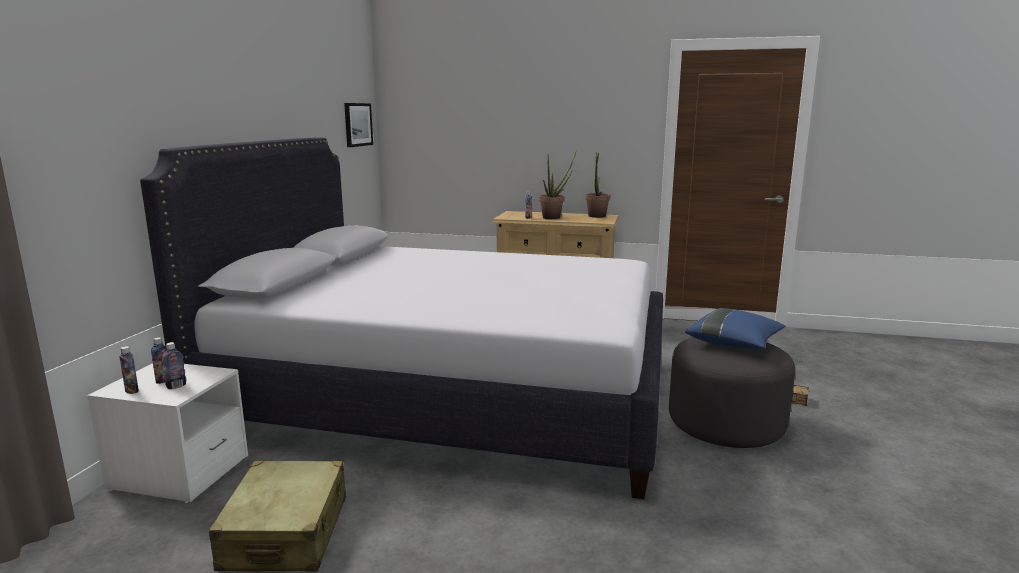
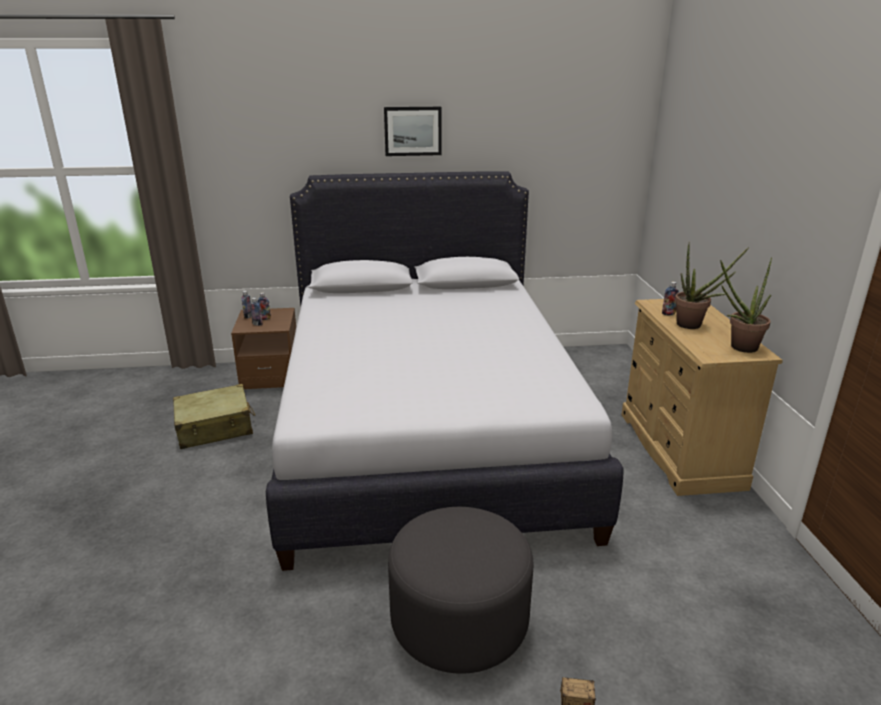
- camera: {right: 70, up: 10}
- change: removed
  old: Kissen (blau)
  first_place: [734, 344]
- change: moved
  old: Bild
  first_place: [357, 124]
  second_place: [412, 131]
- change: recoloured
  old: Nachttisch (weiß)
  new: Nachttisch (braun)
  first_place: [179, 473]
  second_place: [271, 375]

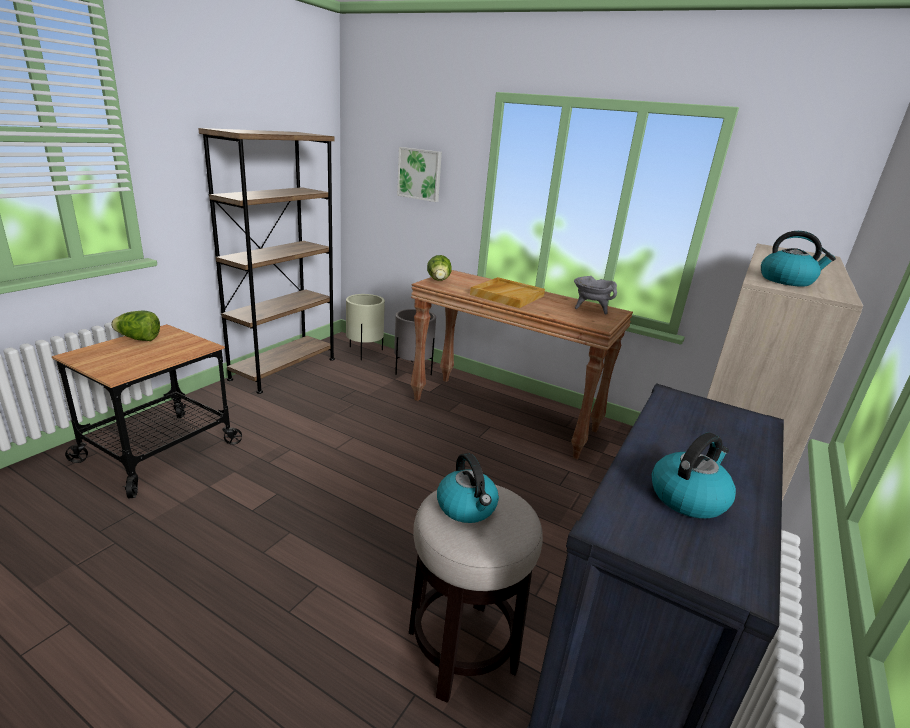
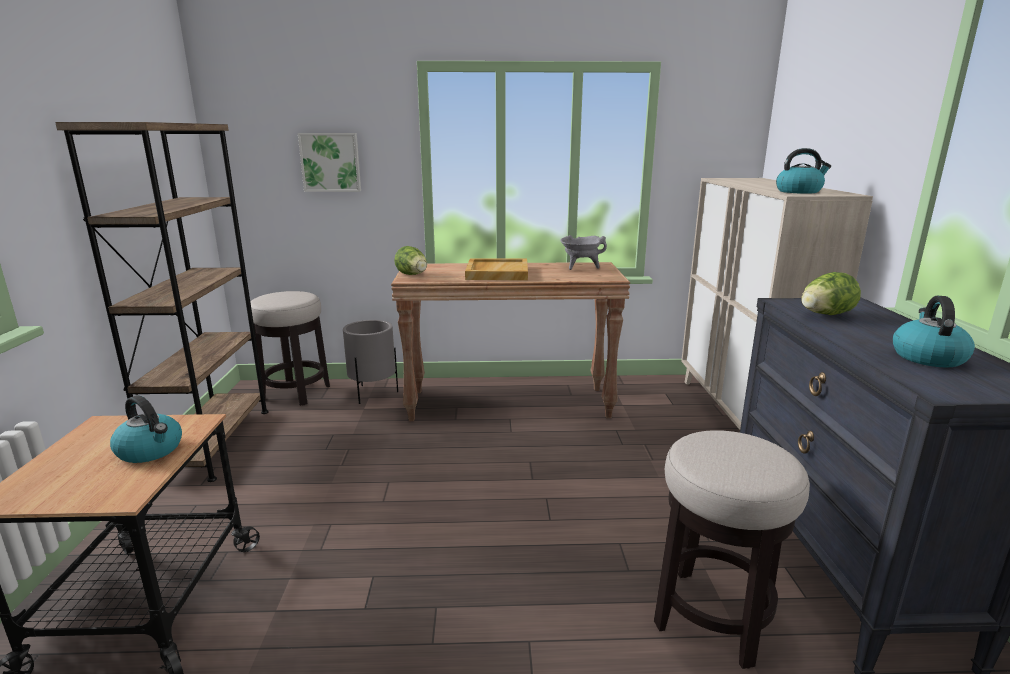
- camera: {right: -30, up: -5}
- change: moved
  old: Salatkopf
  first_place: [139, 339]
  second_place: [824, 315]
- change: moved
  old: Wasserkessel
  first_place: [467, 507]
  second_place: [151, 450]
- change: replaced
  old: Pflanzkübel (beige)
  new: Hocker
  first_place: [364, 352]
  second_place: [296, 392]

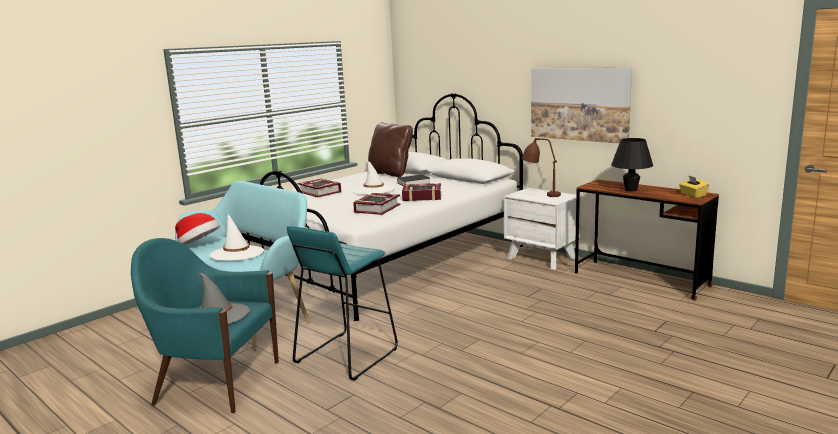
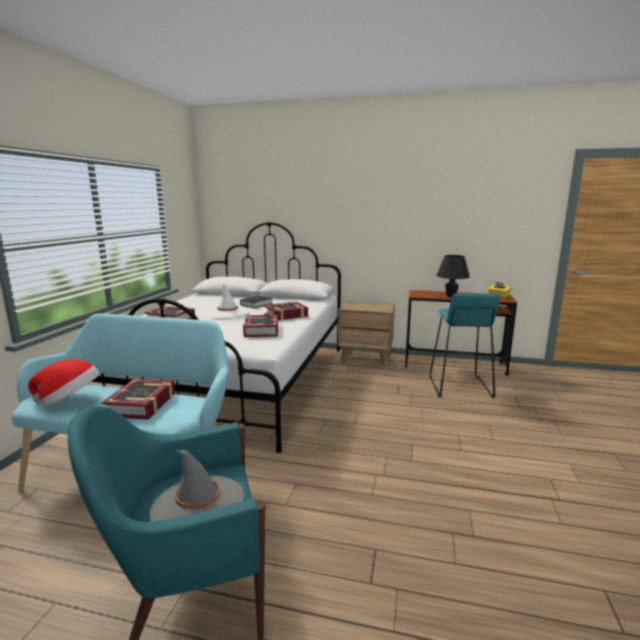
- camera: {right: -30, up: 0}
- change: removed
  old: Kissen (braun)
  first_place: [391, 173]
- change: removed
  old: Tischlampe (braun)
  first_place: [539, 193]
- change: removed
  old: Bild
  first_place: [579, 104]
- change: moved
  old: Hocker (türkis)
  first_place: [346, 356]
  second_place: [459, 386]
- change: replaced
  old: Hut (weiß)
  new: Buch
  first_place: [237, 254]
  second_place: [142, 405]
- change: recoloured
  old: Nachttisch (weiß)
  new: Nachttisch (braun)
  first_place: [542, 258]
  second_place: [366, 358]

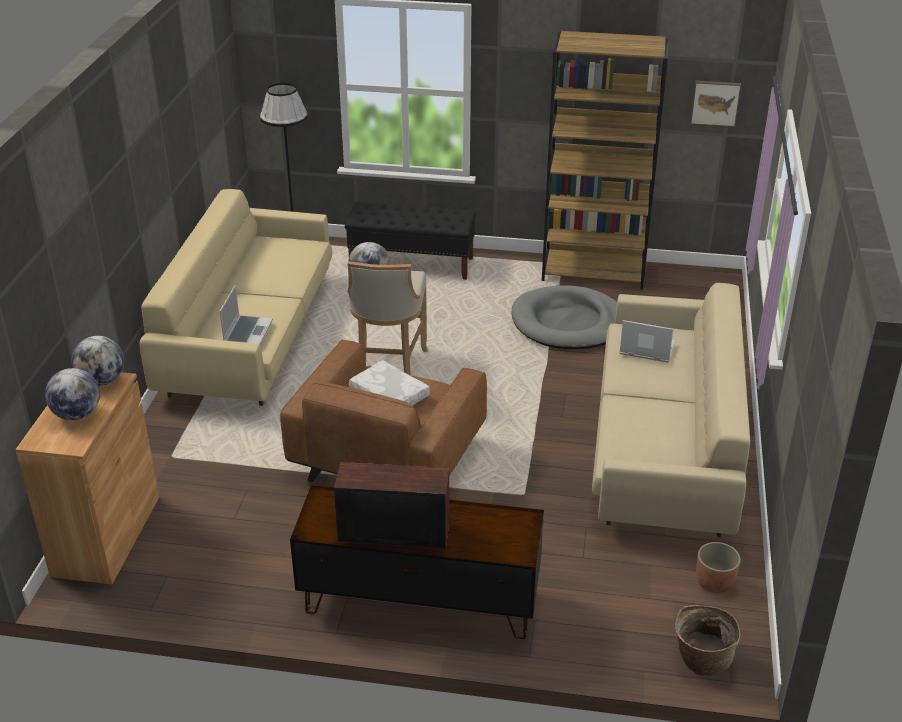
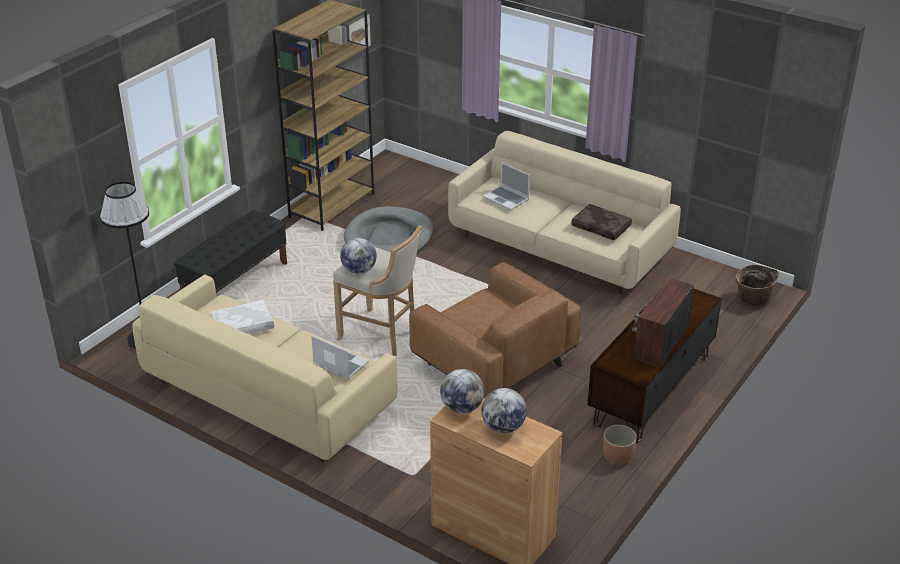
- camera: {right: -65, up: 0}
- change: added
  new: Kissen (braun)
  second_place: [602, 227]
- change: moved
  old: Kissen (weiß)
  first_place: [388, 395]
  second_place: [242, 327]
- change: moved
  old: Pflanzkübel
  first_place: [714, 583]
  second_place: [618, 456]
- change: turned
  old: Laptop
  first_place: [646, 349]
  second_place: [507, 199]
  degrees: -90

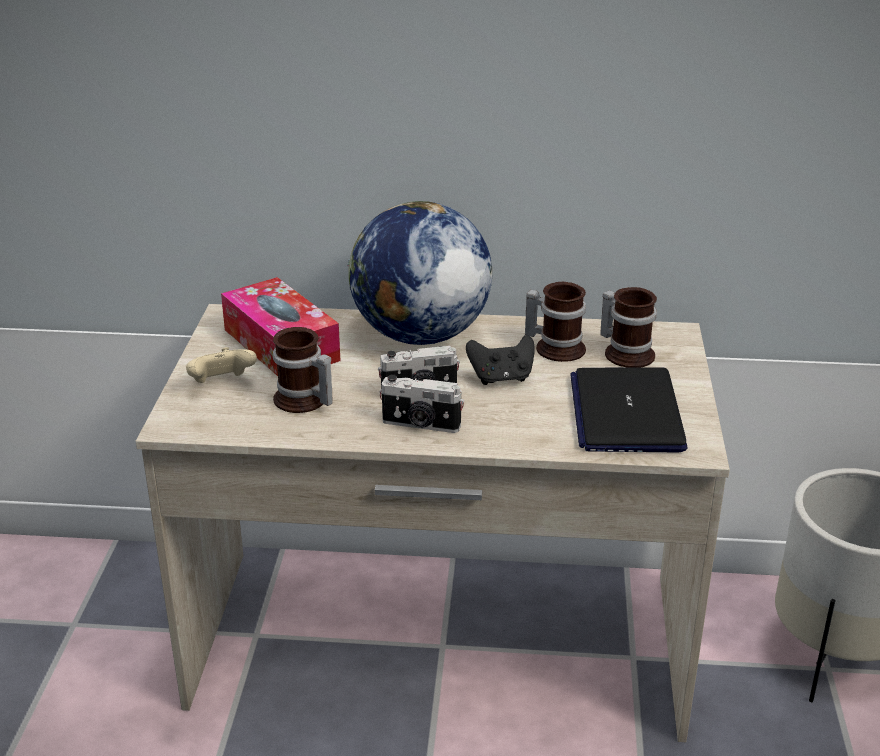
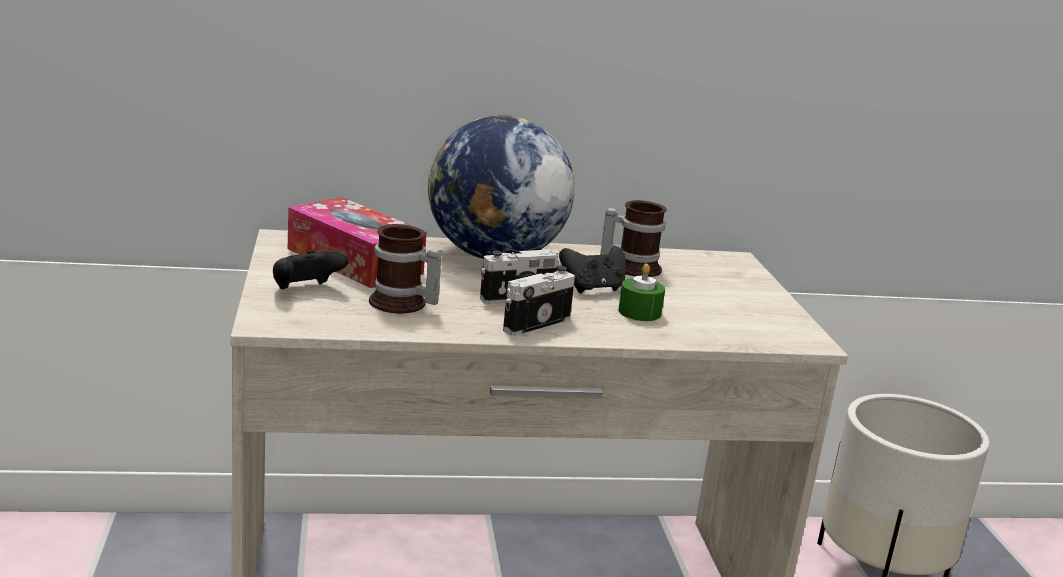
- camera: {right: -15, up: -10}
- change: removed
  old: Laptop
  first_place: [626, 412]
- change: removed
  old: Henkelbecher
  first_place: [627, 352]
- change: added
  new: Kerze (grün)
  second_place: [639, 312]
- change: recoloured
  old: Gamepad (beige)
  new: Gamepad (schwarz)
  first_place: [222, 384]
  second_place: [306, 290]
- change: turned
  old: Kamera
  first_place: [421, 425]
  second_place: [534, 323]
  degrees: 135

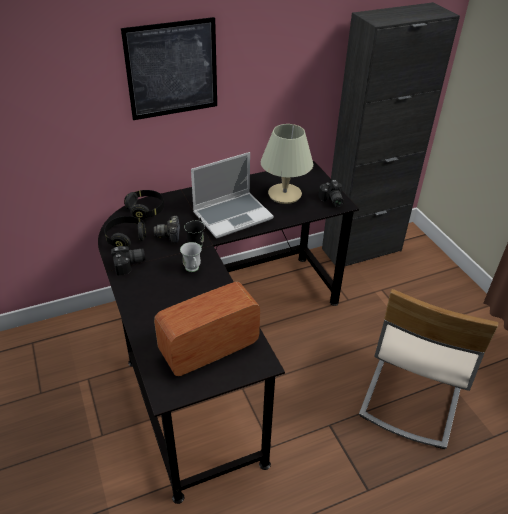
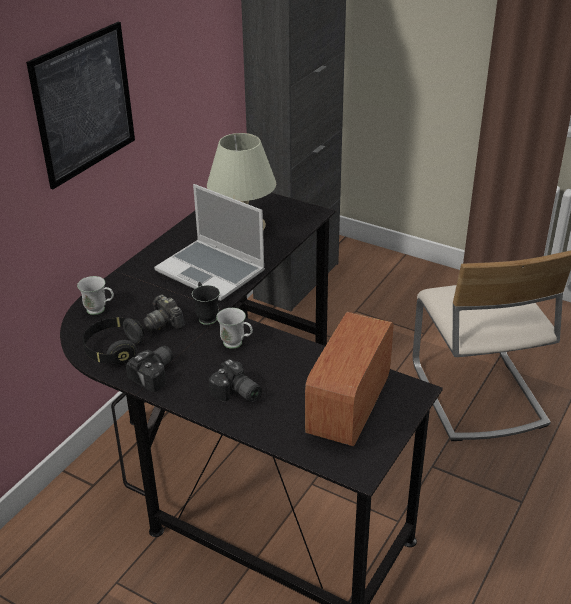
- camera: {right: -35, up: -5}
- change: moved
  old: Kamera
  first_place: [331, 200]
  second_place: [236, 394]
- change: replaced
  old: Kopfhörer (schwarz)
  new: Henkelbecher (weiß)
  first_place: [146, 210]
  second_place: [100, 310]
- change: turned
  old: Laptop
  first_place: [233, 215]
  second_place: [212, 271]
  degrees: 105

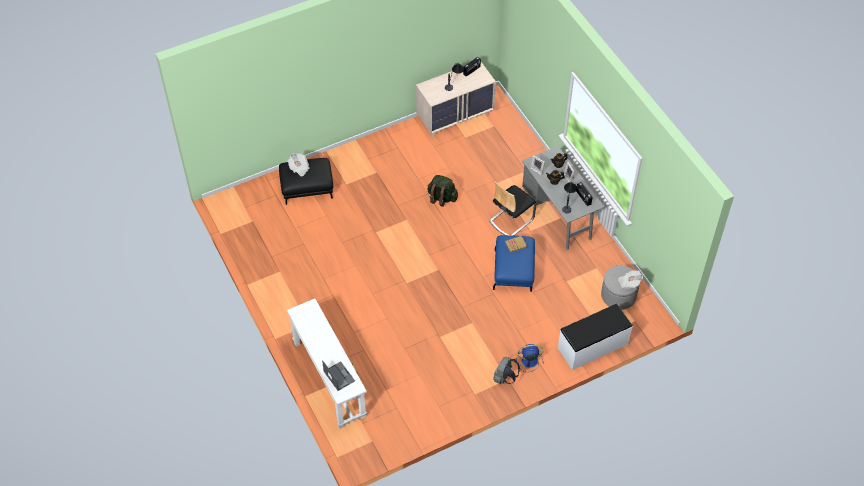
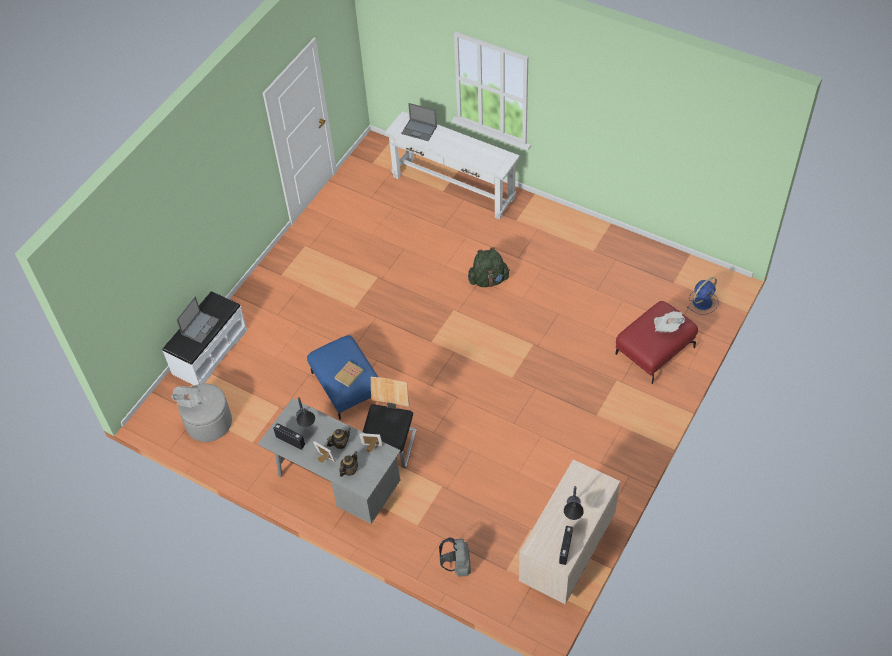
- camera: {right: 150, up: 0}
- change: added
  new: Laptop
  second_place: [200, 326]
- change: moved
  old: Rucksack (grün)
  first_place: [442, 198]
  second_place: [488, 280]
- change: moved
  old: Rucksack (grau)
  first_place: [505, 378]
  second_place: [457, 565]
- change: moved
  old: Ventilator (blau)
  first_place: [528, 360]
  second_place: [703, 301]
- change: recoloured
  old: Polsterhocker (schwarz)
  new: Polsterhocker (rot)
  first_place: [307, 188]
  second_place: [654, 350]

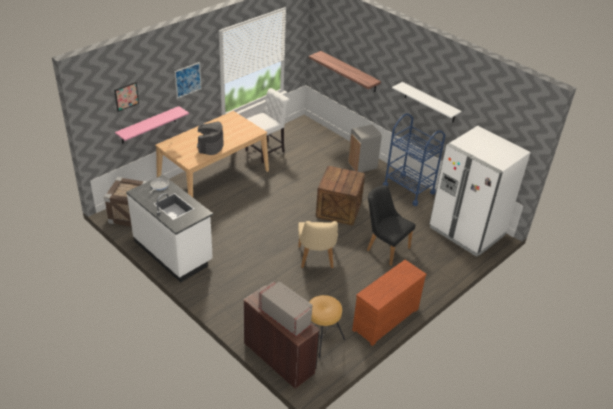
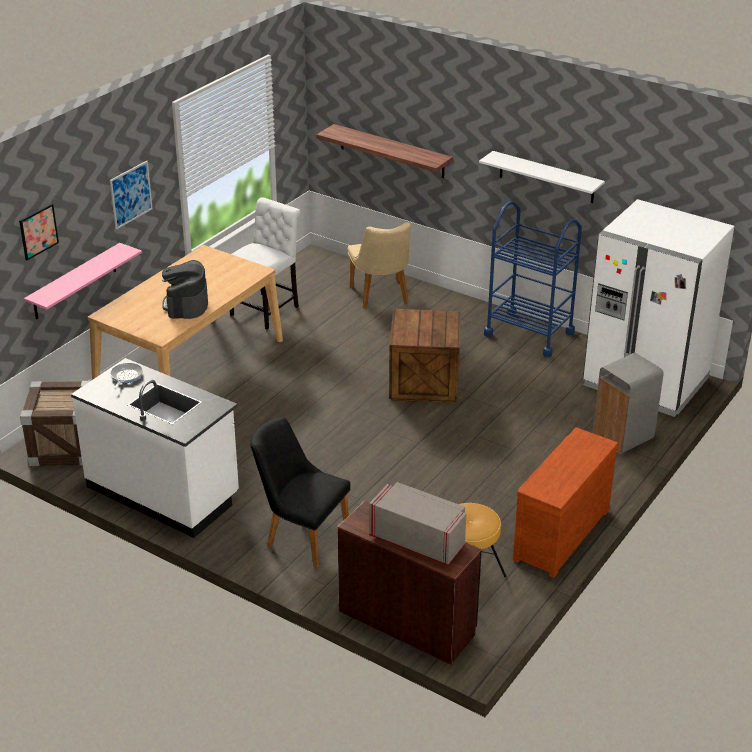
- camera: {right: -10, up: -5}
- change: moved
  old: Stuhl (beige)
  first_place: [316, 260]
  second_place: [381, 297]
- change: moved
  old: Mülleimer (grau)
  first_place: [362, 166]
  second_place: [623, 437]
- change: moved
  old: Stuhl (schwarz)
  first_place: [384, 247]
  second_place: [300, 536]

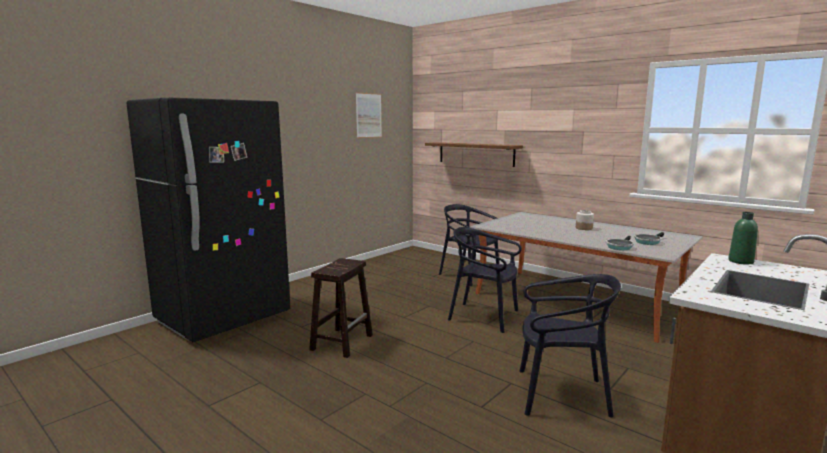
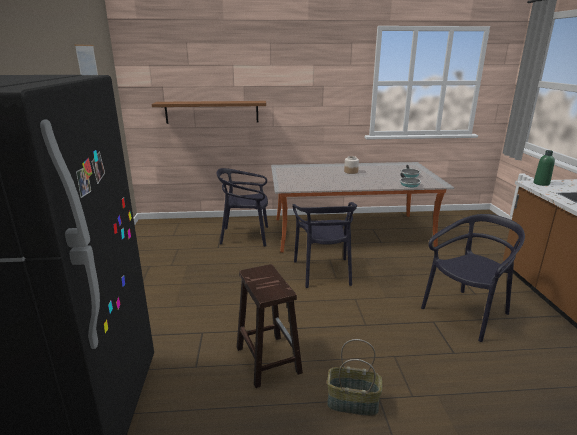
- camera: {right: -45, up: 10}
- change: added
  new: Korb
  second_place: [352, 403]
- change: turned
  old: Stuhl (schwarz)
  first_place: [484, 317]
  second_place: [323, 272]
  degrees: -75

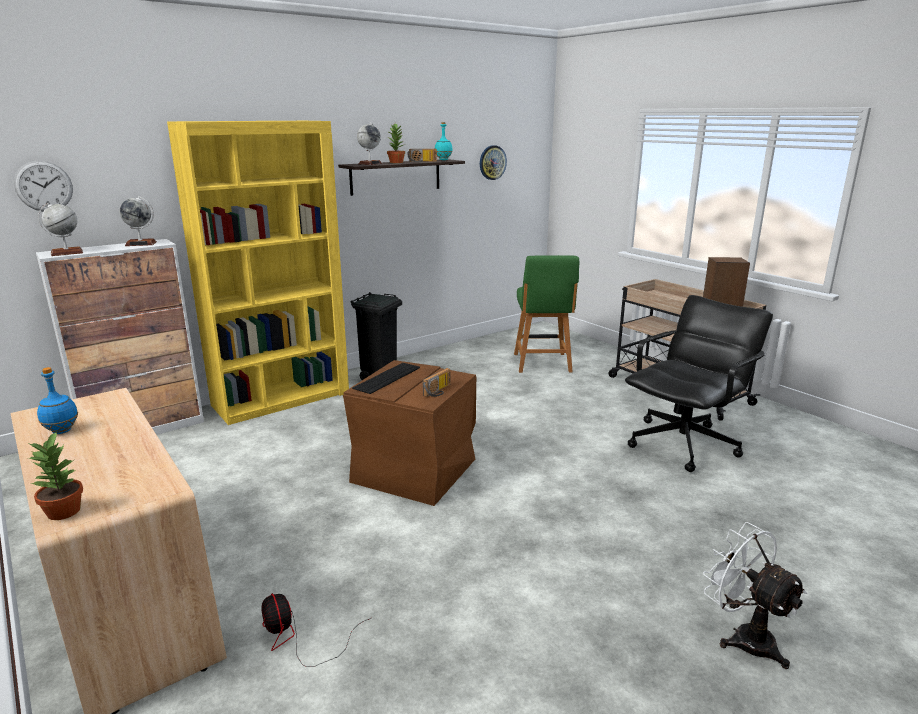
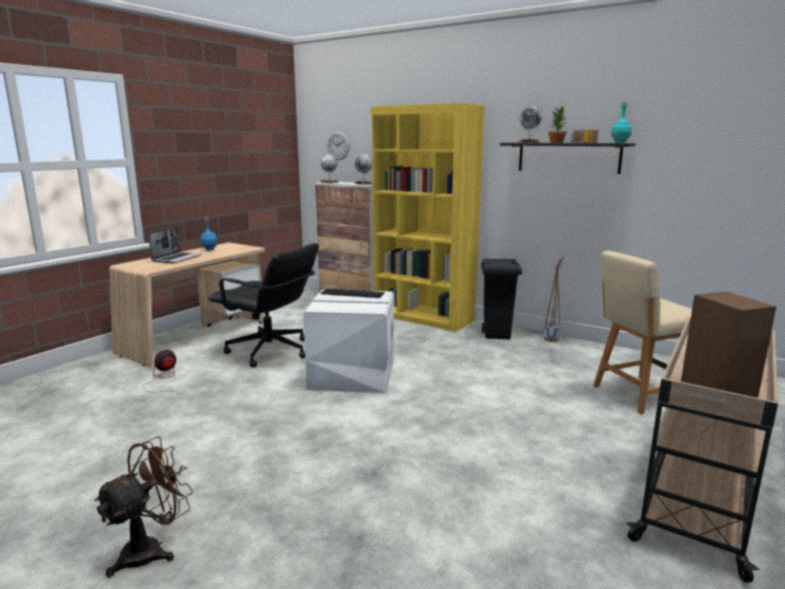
- camera: {right: 70, up: -5}
- change: removed
  old: Topfpflanze
  first_place: [65, 511]
- change: removed
  old: Radio
  first_place: [439, 391]
- change: removed
  old: Wanduhr
  first_place: [492, 162]
- change: added
  new: Laptop
  second_place: [177, 258]
- change: added
  new: Pflanzkübel
  second_place: [551, 339]
- change: moved
  old: Bürostuhl (schwarz)
  first_place: [684, 444]
  second_place: [270, 351]
- change: recoloured
  old: Aufbewahrungsbox (braun)
  new: Aufbewahrungsbox (weiß)
  first_place: [416, 470]
  second_place: [353, 375]
- change: recoloured
  old: Stuhl (grün)
  new: Stuhl (beige)
  first_place: [542, 364]
  second_place: [638, 394]
- change: recoloured
  old: Ventilator (weiß)
  new: Ventilator (braun)
  first_place: [744, 636]
  second_place: [151, 549]

